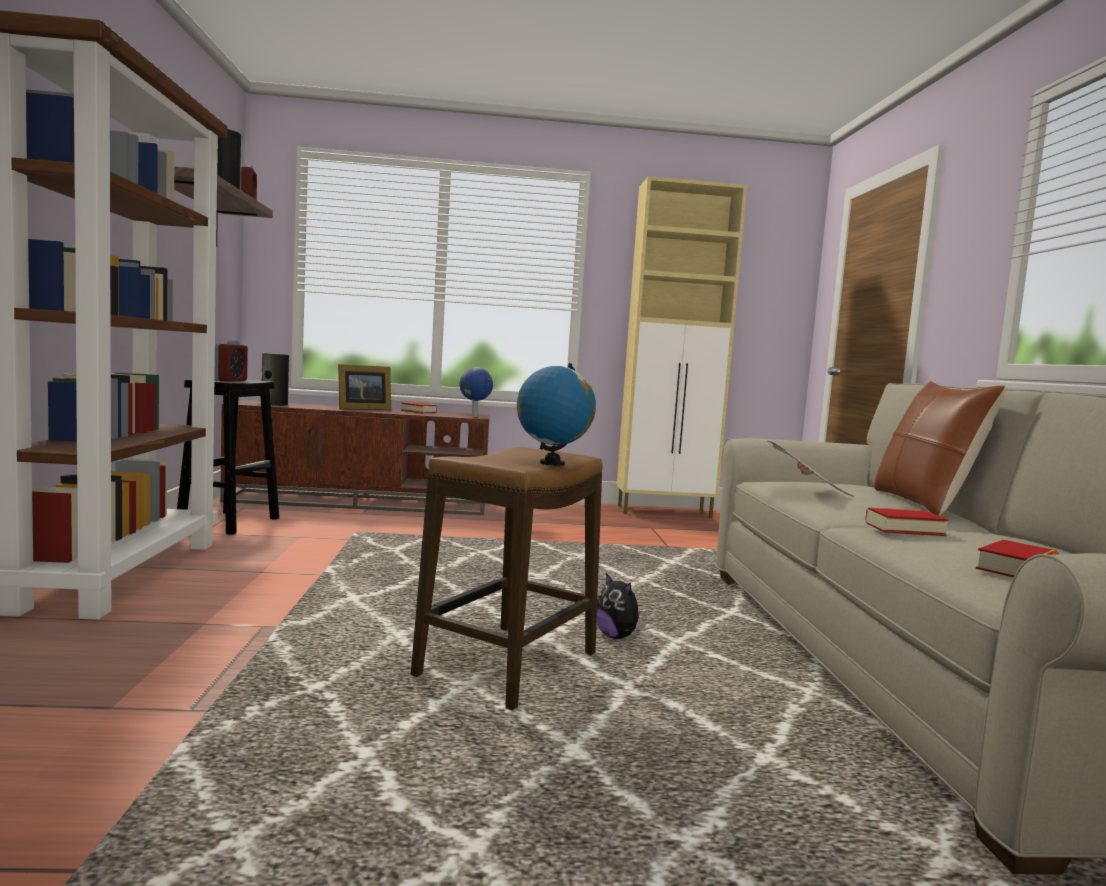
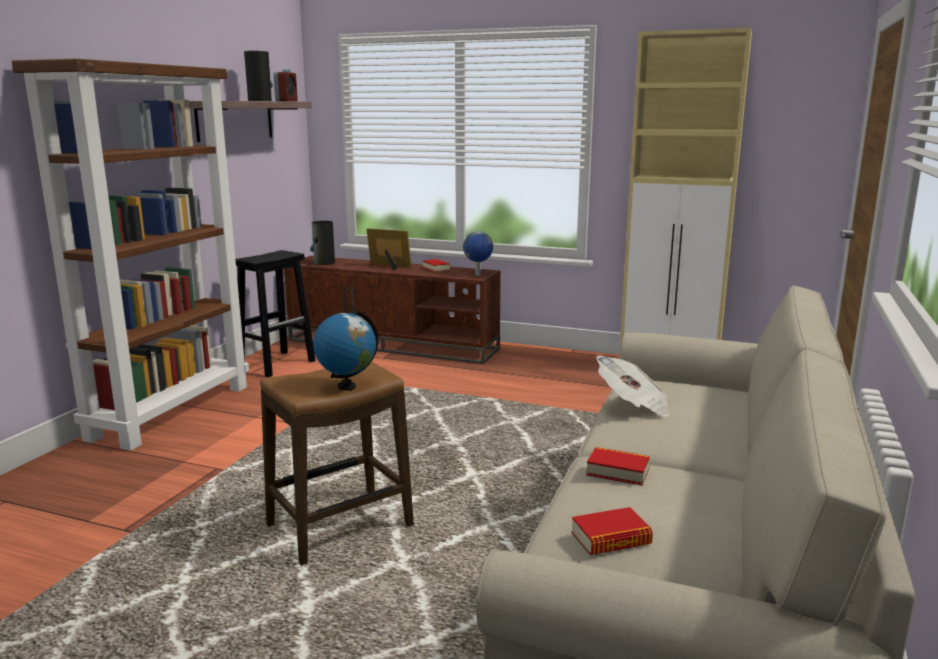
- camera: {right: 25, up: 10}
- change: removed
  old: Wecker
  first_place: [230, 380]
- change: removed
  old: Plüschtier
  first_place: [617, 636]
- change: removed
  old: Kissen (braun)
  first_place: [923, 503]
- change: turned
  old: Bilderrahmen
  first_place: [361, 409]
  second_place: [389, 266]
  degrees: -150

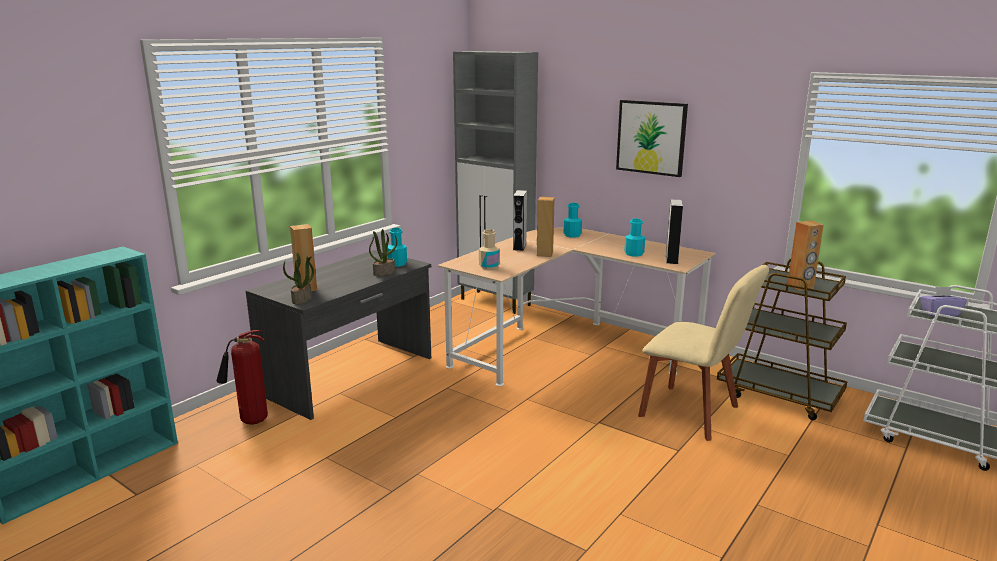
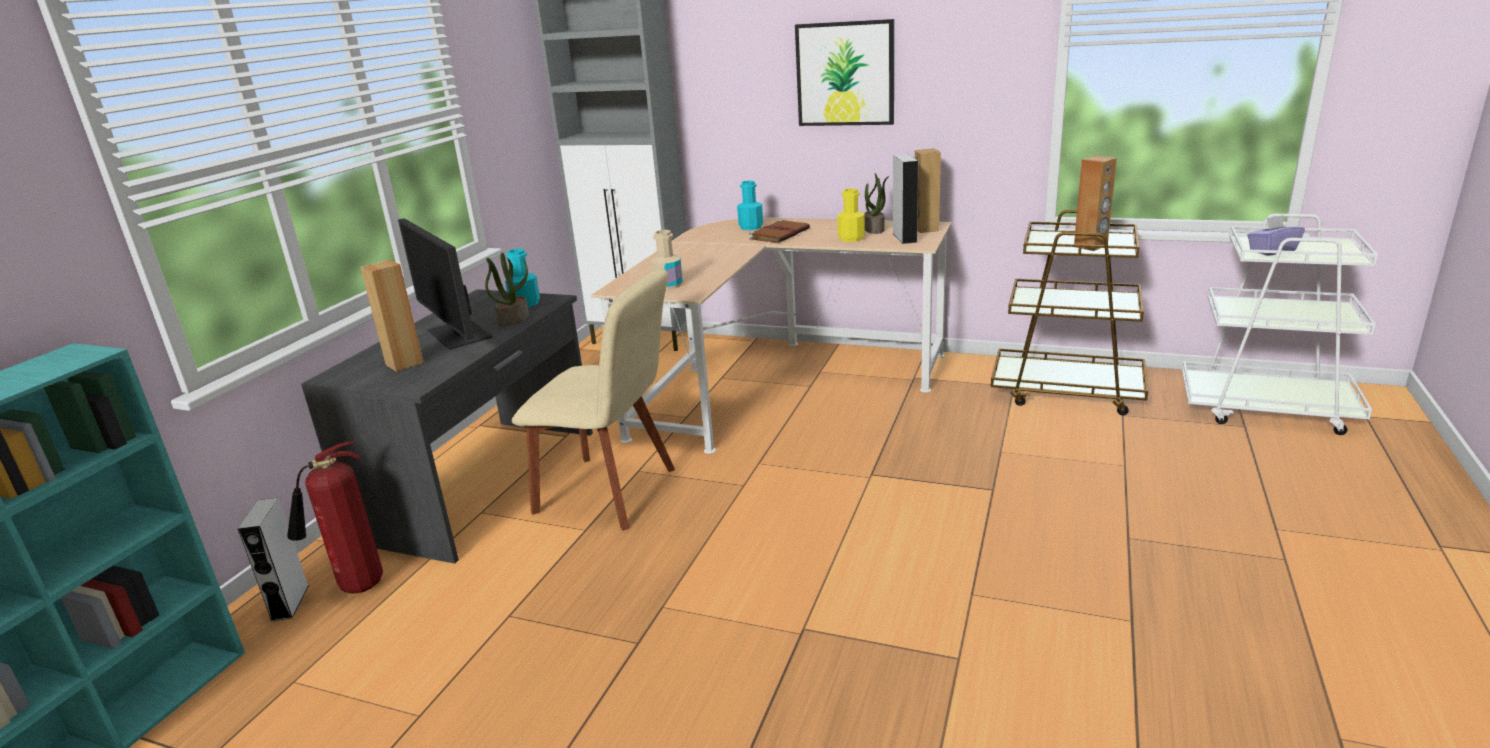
- camera: {right: -15, up: 5}
- change: added
  new: Monitor
  second_place: [459, 334]
- change: added
  new: Buch (braun)
  second_place: [780, 234]
- change: moved
  old: Topfpflanze
  first_place: [302, 299]
  second_place: [874, 229]
- change: moved
  old: Lautsprecher (grau)
  first_place: [519, 246]
  second_place: [290, 602]
- change: moved
  old: Lautsprecher (braun)
  first_place: [544, 254]
  second_place: [925, 229]
- change: moved
  old: Stuhl (beige)
  first_place: [694, 413]
  second_place: [612, 492]
- change: recoloured
  old: Flasche (türkis)
  new: Flasche (gelb)
  first_place: [634, 254]
  second_place: [851, 238]

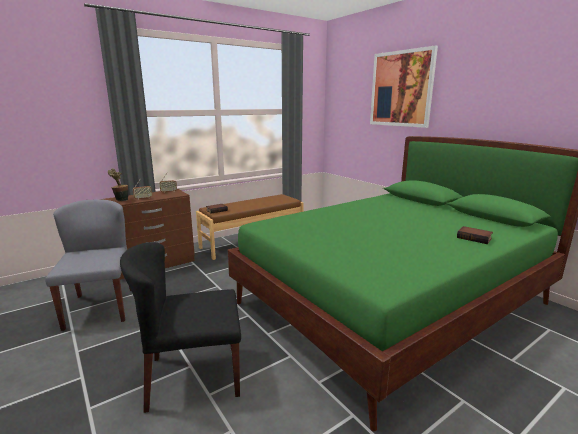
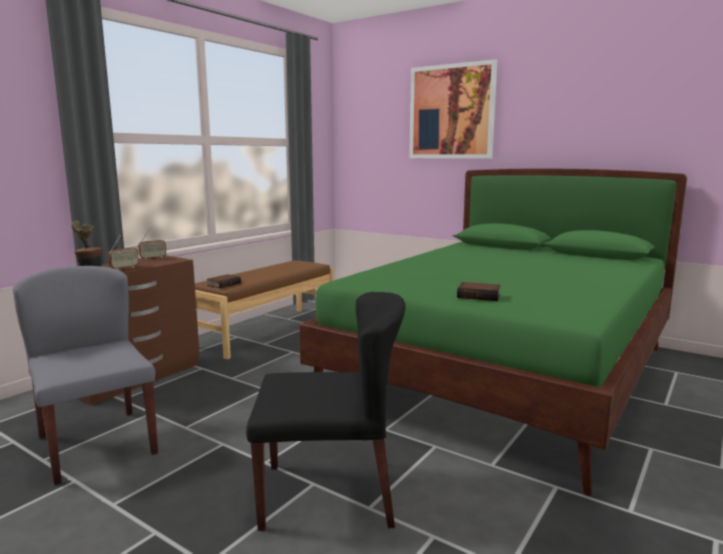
- camera: {right: -20, up: -5}
- change: moved
  old: Buch
  first_place: [474, 238]
  second_place: [479, 296]
- change: turned
  old: Stuhl (schwarz)
  first_place: [193, 376]
  second_place: [329, 494]
  degrees: -150

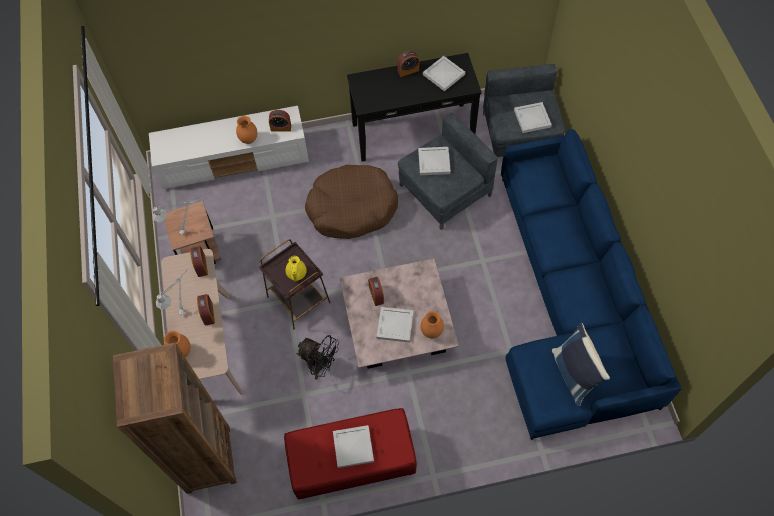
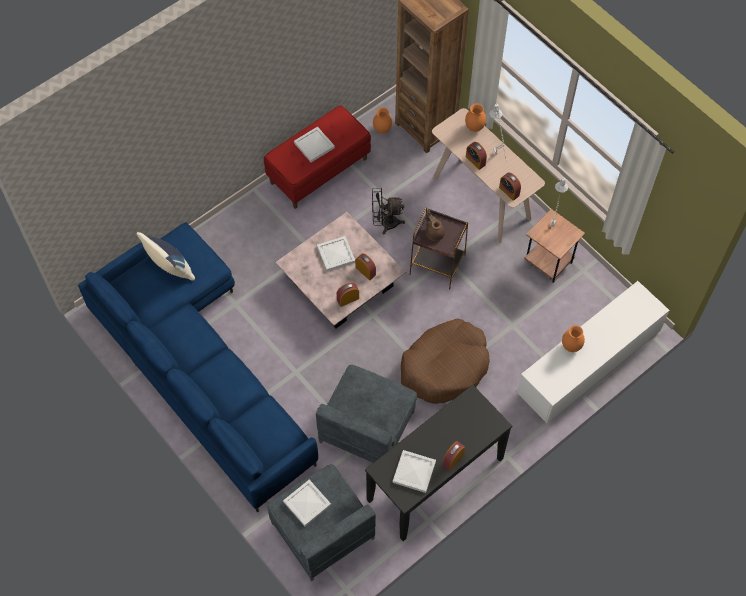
- camera: {right: 150, up: 0}
- change: removed
  old: Tablett (weiß)
  first_place: [434, 162]
- change: moved
  old: Wecker
  first_place: [281, 128]
  second_place: [348, 299]
- change: moved
  old: Vase (orange)
  first_place: [431, 332]
  second_place: [382, 129]
- change: recoloured
  old: Teekanne (gelb)
  new: Teekanne (braun)
  first_place: [296, 274]
  second_place: [434, 233]

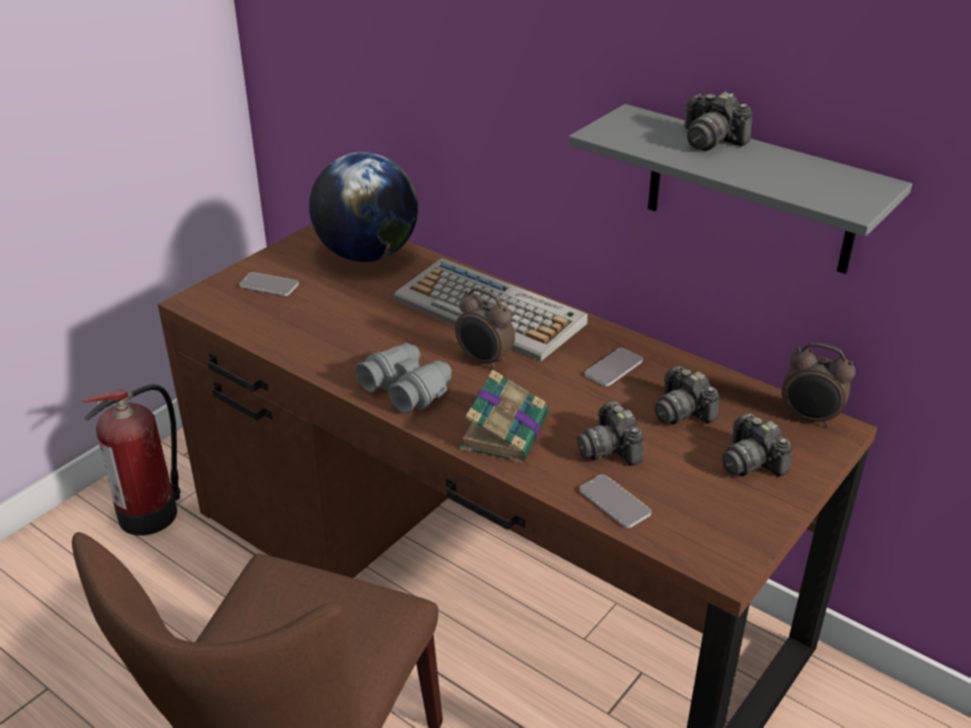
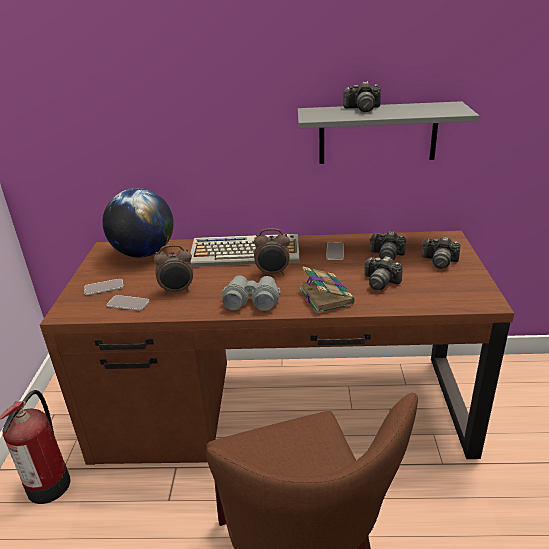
- camera: {right: -35, up: -5}
- change: moved
  old: Handy
  first_place: [614, 502]
  second_place: [128, 304]
- change: moved
  old: Wecker
  first_place: [809, 418]
  second_place: [177, 290]

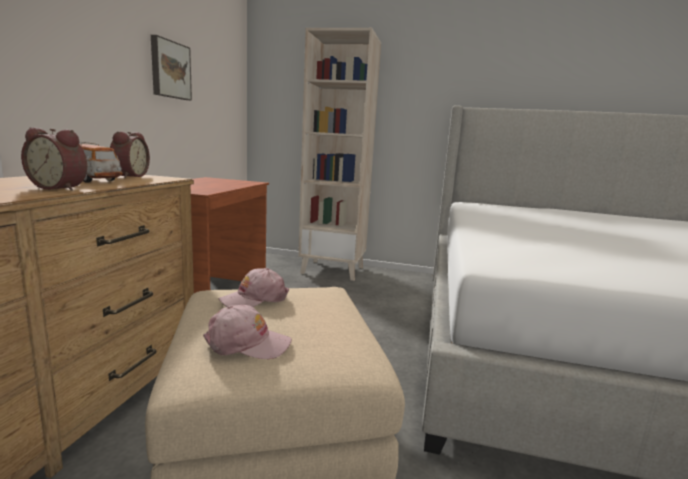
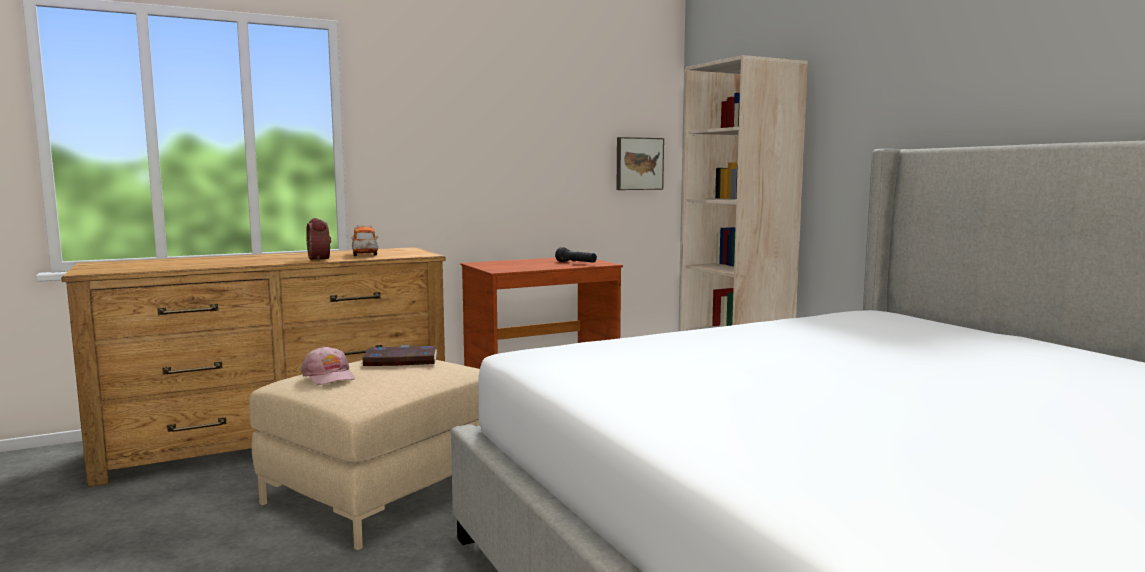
- camera: {right: 50, up: -5}
- change: removed
  old: Wecker
  first_place: [129, 176]
- change: added
  new: Taschenlampe (schwarz)
  second_place: [576, 263]
- change: moved
  old: Bild
  first_place: [169, 69]
  second_place: [638, 163]
- change: replaced
  old: Kappe (rosa)
  new: Buch
  first_place: [254, 299]
  second_place: [400, 360]

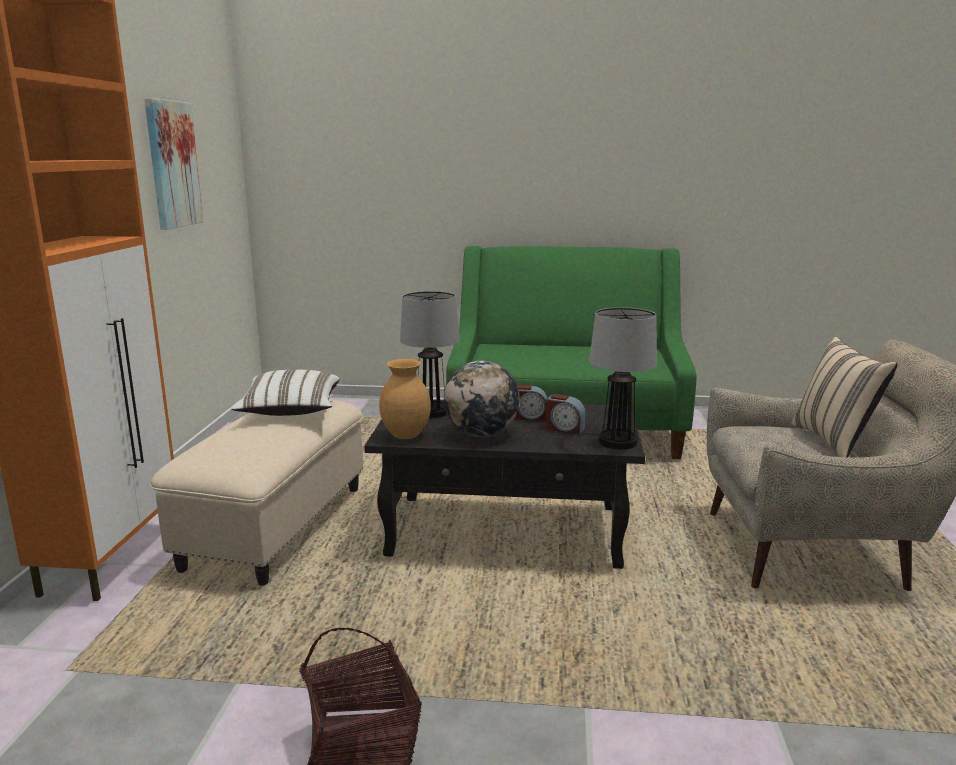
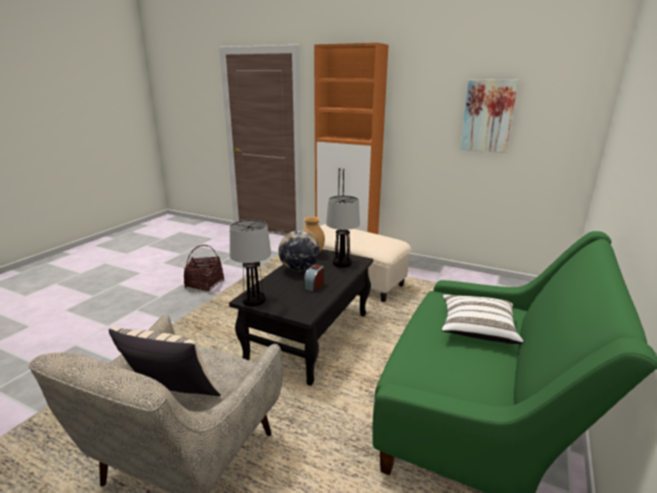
- camera: {right: 110, up: 5}
- change: removed
  old: Wecker
  first_place: [564, 428]
- change: moved
  old: Kissen (weiß)
  first_place: [290, 411]
  second_place: [477, 329]

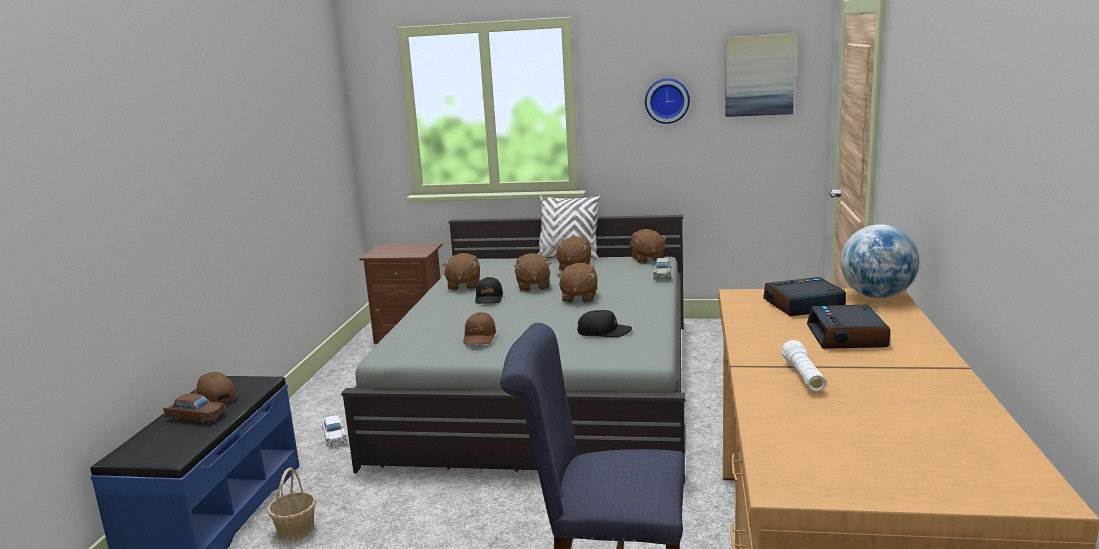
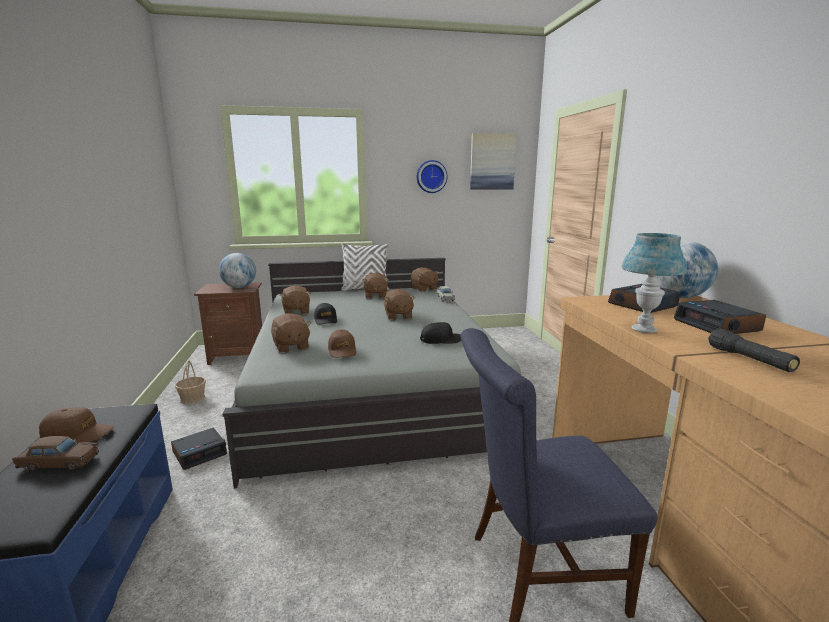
- camera: {right: -20, up: 0}
- change: added
  new: Globus
  second_place: [239, 287]
- change: added
  new: Tischlampe (blau)
  second_place: [644, 329]
- change: moved
  old: Korb
  first_place: [296, 530]
  second_place: [193, 399]
- change: moved
  old: Plüschtier (braun)
  first_place: [533, 286]
  second_place: [291, 347]
- change: replaced
  old: Spielzeugauto (weiß)
  new: Wecker
  first_place: [334, 436]
  second_place: [200, 453]
- change: recoloured
  old: Taschenlampe (weiß)
  new: Taschenlampe (schwarz)
  first_place: [803, 376]
  second_place: [749, 359]
- change: turned
  old: Kappe (braun)
  first_place: [214, 396]
  second_place: [78, 434]
  degrees: 150

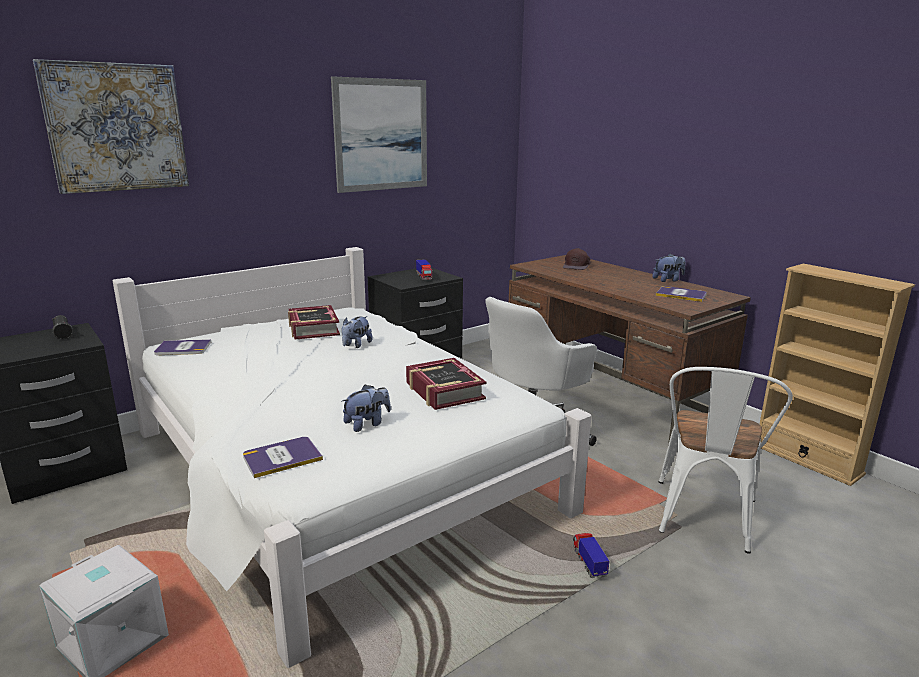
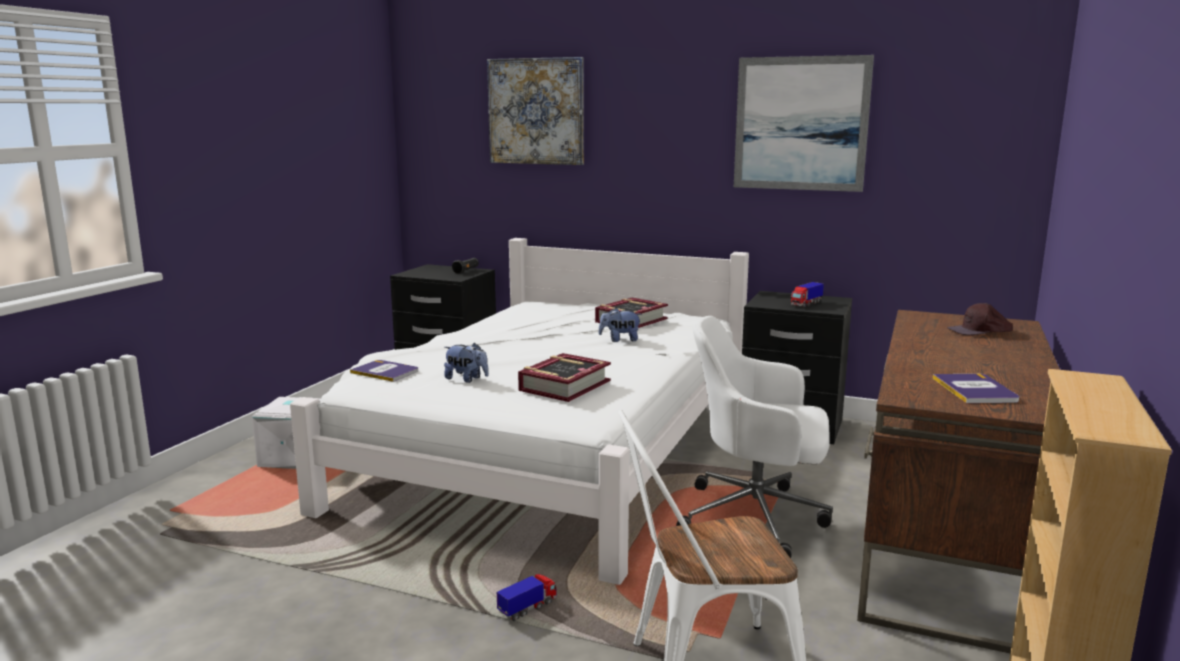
- camera: {right: 60, up: -5}
- change: removed
  old: Buch
  first_place: [183, 348]
- change: removed
  old: Plüschtier
  first_place: [668, 280]

